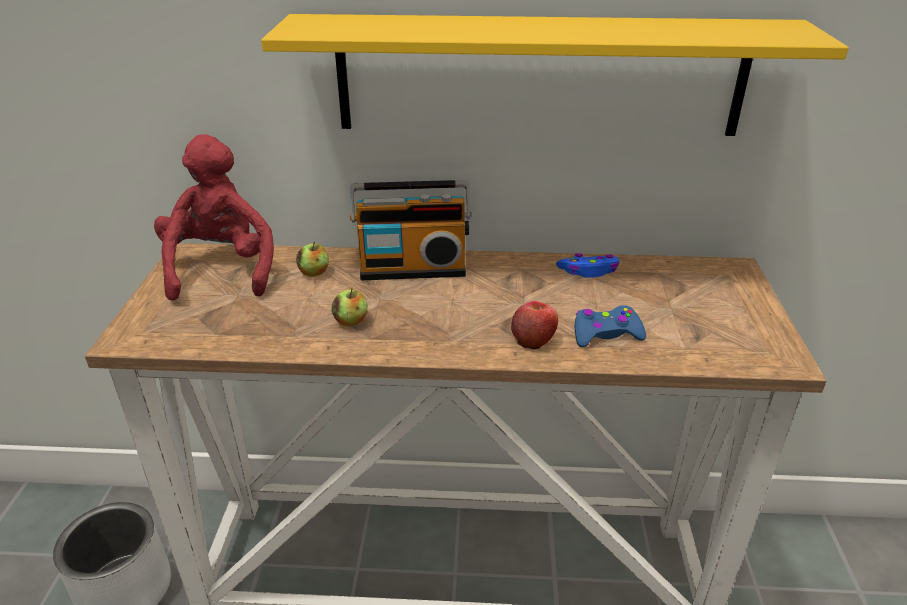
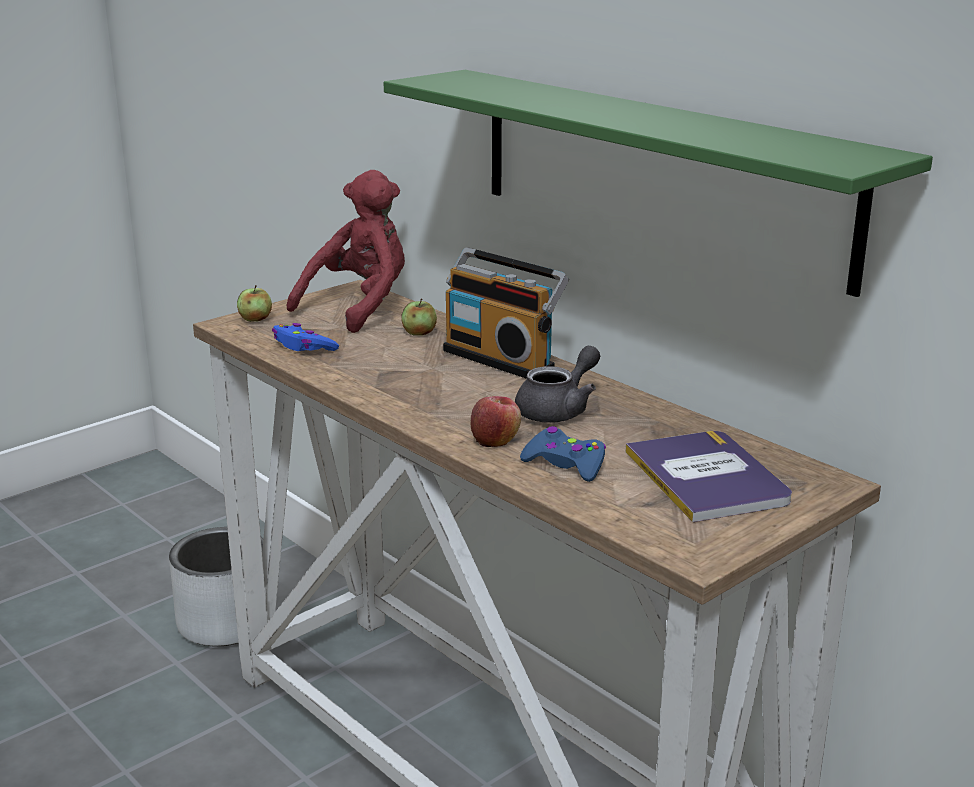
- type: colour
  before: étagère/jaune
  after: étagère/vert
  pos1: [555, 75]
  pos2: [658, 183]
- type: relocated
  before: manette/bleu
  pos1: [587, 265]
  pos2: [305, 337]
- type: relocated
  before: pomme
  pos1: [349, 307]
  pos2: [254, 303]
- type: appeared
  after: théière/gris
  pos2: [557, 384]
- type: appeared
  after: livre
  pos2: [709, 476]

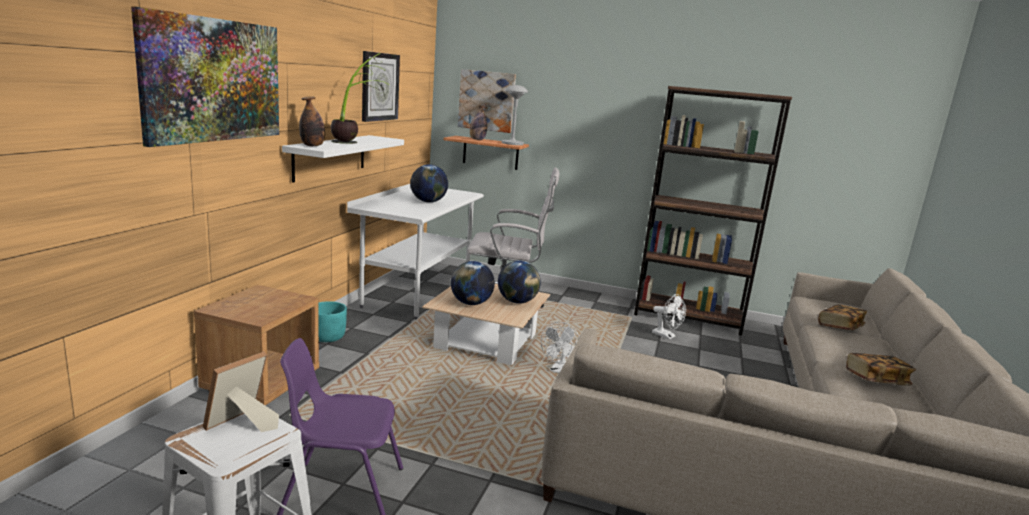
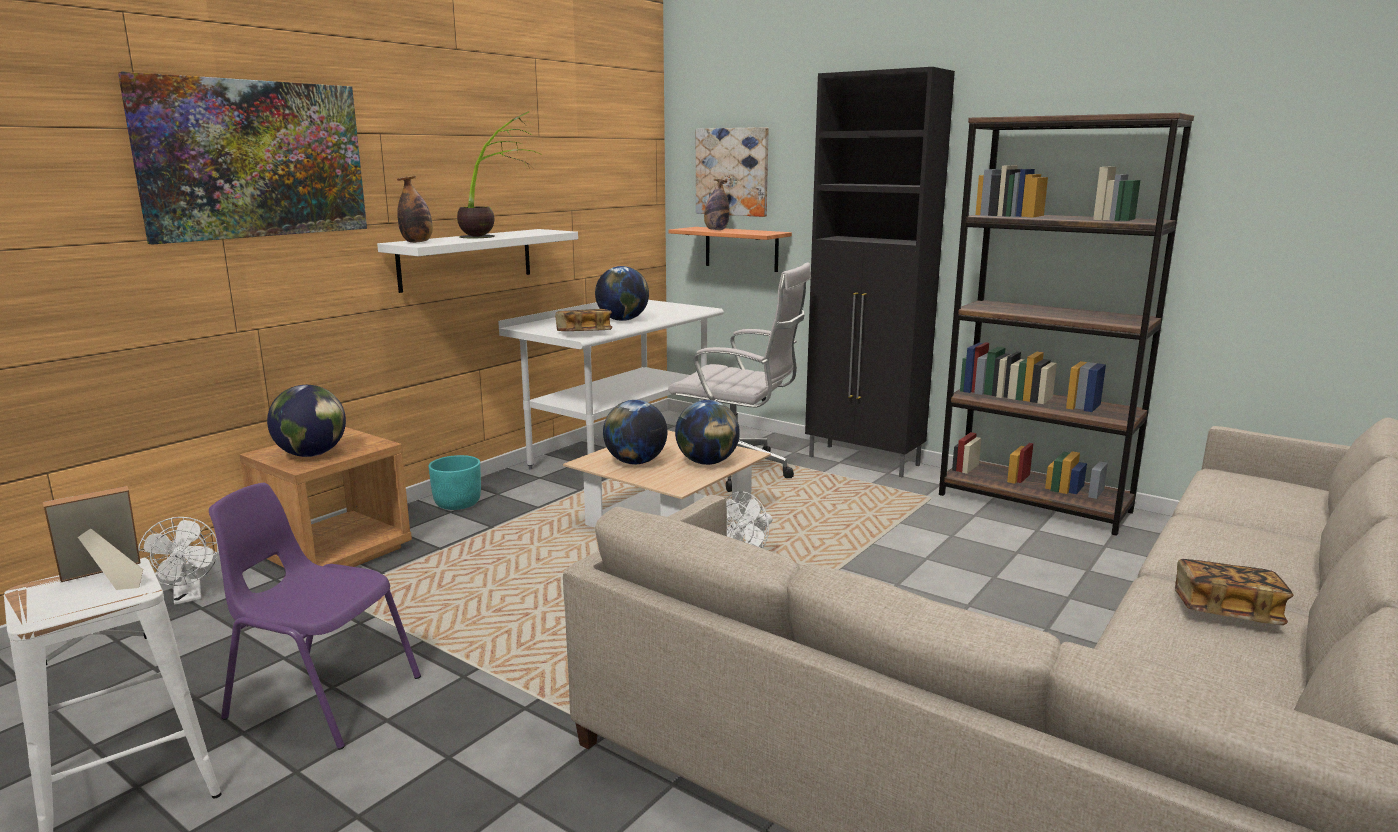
- type: missing
  before: horloge murale
  pos1: [381, 86]
- type: missing
  before: lampe de table/gris
  pos1: [514, 115]
- type: relocated
  before: ventilateur/blanc
  pos1: [669, 316]
  pos2: [178, 561]
- type: relocated
  before: livre
  pos1: [842, 317]
  pos2: [583, 320]
- type: appeared
  after: meuble de rangement/noir
  pos2: [880, 272]
- type: appeared
  after: globe
  pos2: [306, 421]

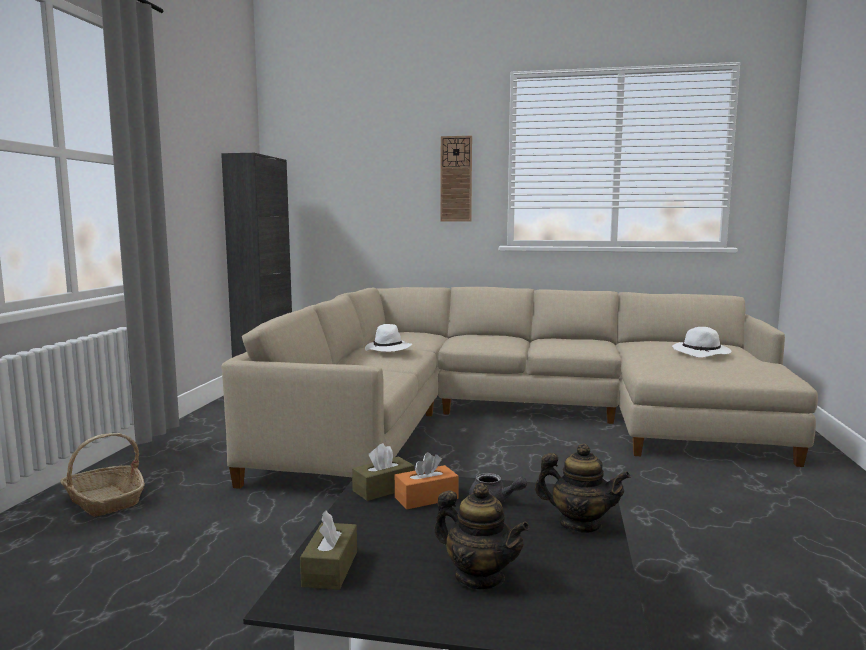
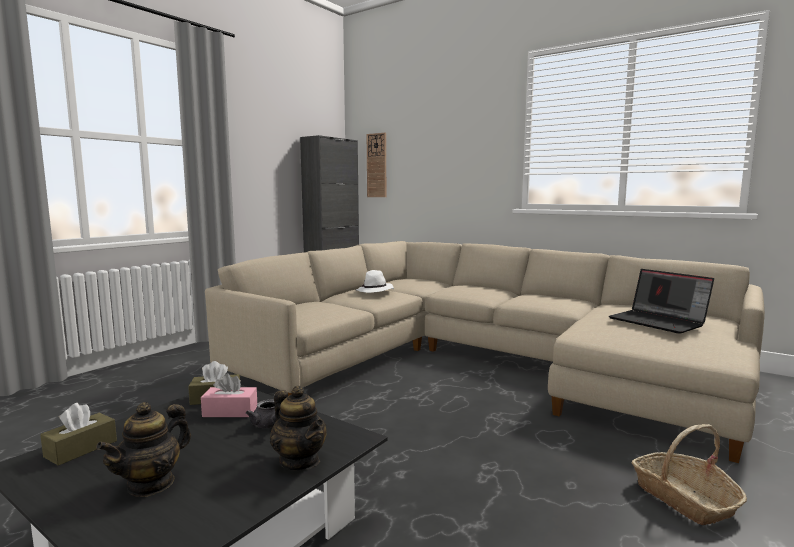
- type: relocated
  before: horloge murale
  pos1: [456, 179]
  pos2: [376, 165]
- type: exchanged
  before: chapeau/blanc
  after: ordinateur portable
  pos1: [702, 342]
  pos2: [661, 301]
- type: relocated
  before: panier
  pos1: [102, 475]
  pos2: [689, 474]
- type: colour
  before: boîte à mouchoirs/orange
  after: boîte à mouchoirs/rose
  pos1: [427, 480]
  pos2: [229, 395]
- type: spun
  before: théière
  pos1: [482, 536]
  pos2: [143, 449]
  turn: 60

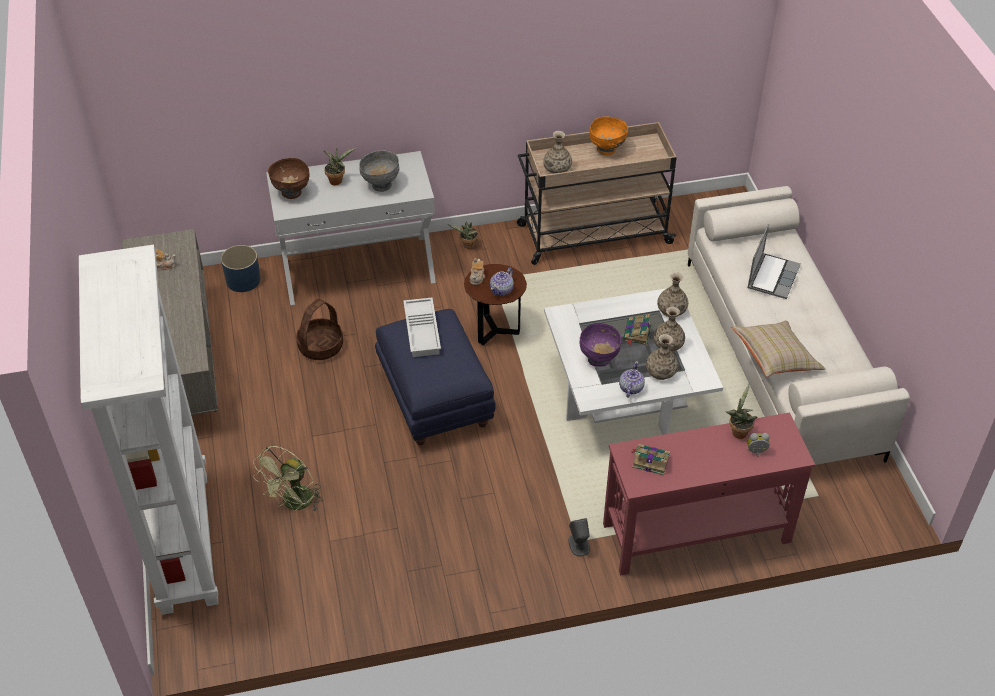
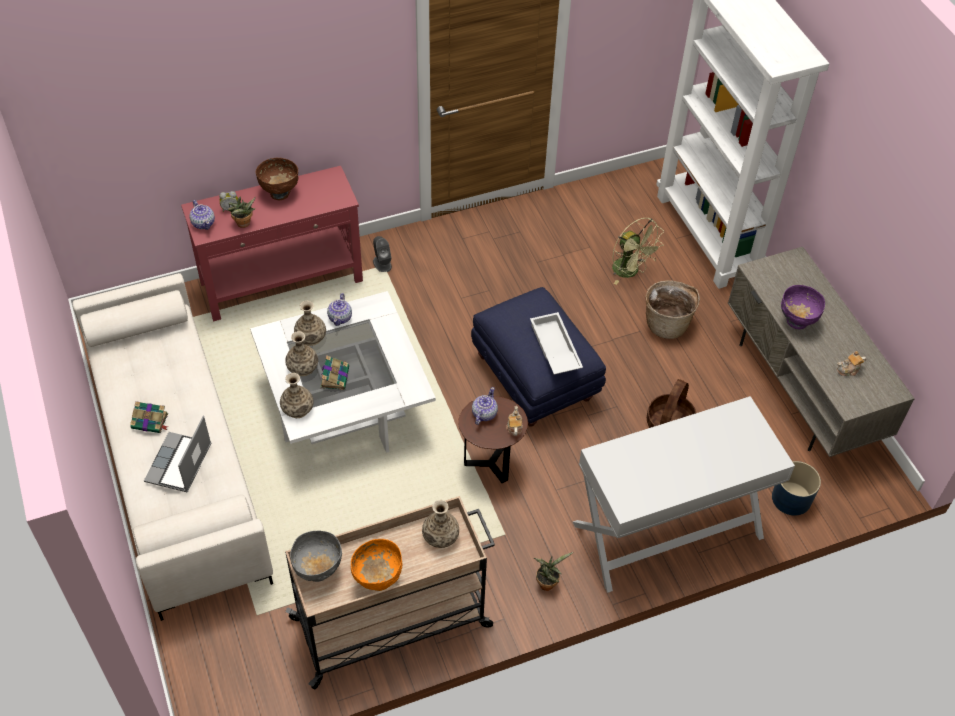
- type: missing
  before: plante en pot
  pos1: [339, 166]
- type: relocated
  before: bol/gris
  pos1: [379, 171]
  pos2: [316, 556]
- type: relocated
  before: bol/marron
  pos1: [288, 178]
  pos2: [276, 179]
- type: missing
  before: coussin/beige
  pos1: [778, 348]
- type: relocated
  before: bol/violet
  pos1: [600, 344]
  pos2: [803, 307]
- type: relocated
  before: livre
  pos1: [650, 460]
  pos2: [149, 417]
- type: spun
  before: ventilateur/vert
  pos1: [288, 478]
  pos2: [638, 251]
  turn: 120
- type: appeared
  after: théière
  pos2: [202, 215]
- type: appeared
  after: panier
  pos2: [673, 309]

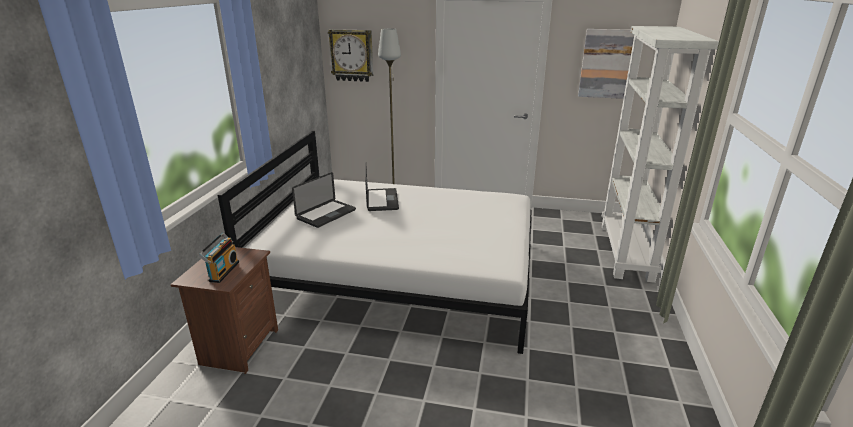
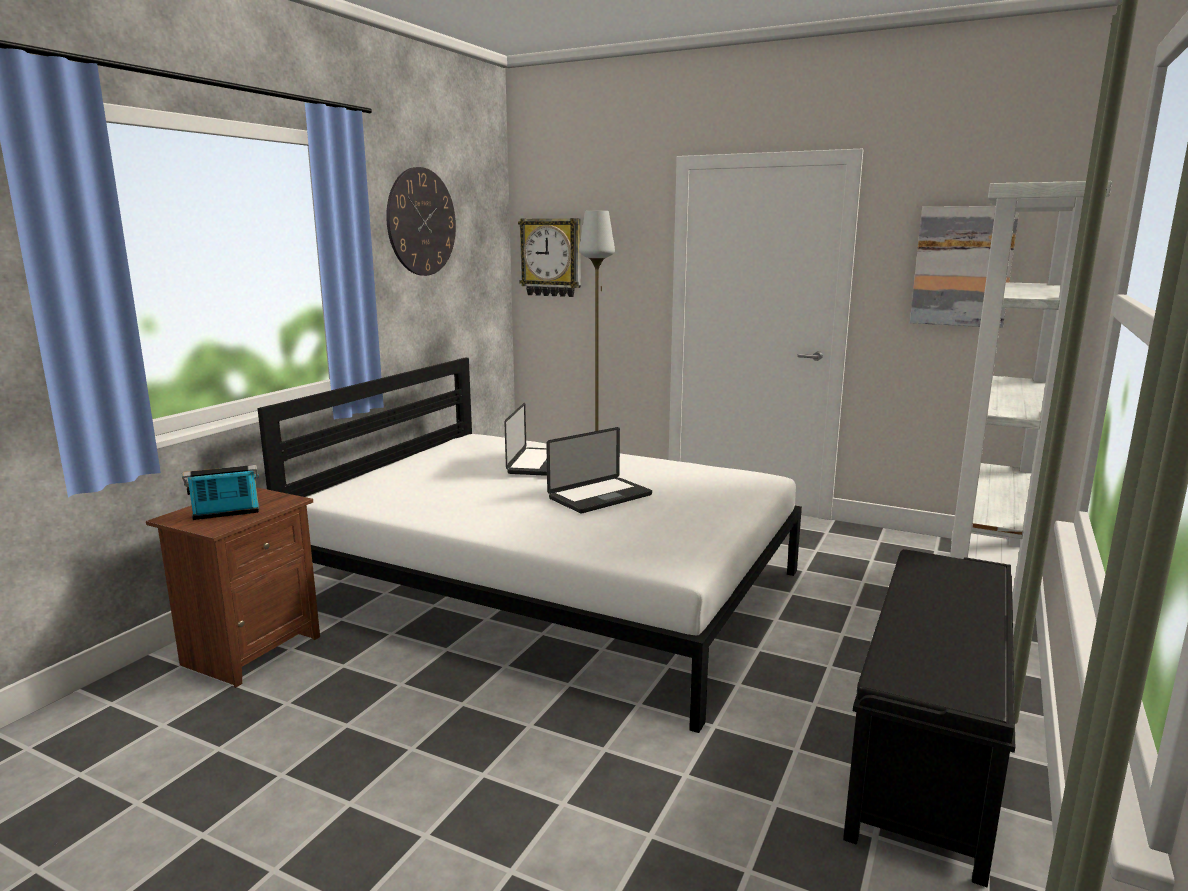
- type: relocated
  before: ordinateur portable
  pos1: [324, 200]
  pos2: [599, 470]
- type: spun
  before: radio
  pos1: [218, 258]
  pos2: [220, 492]
  turn: -135
- type: appeared
  after: horloge murale
  pos2: [421, 221]
- type: appeared
  after: banc/noir
  pos2: [929, 718]

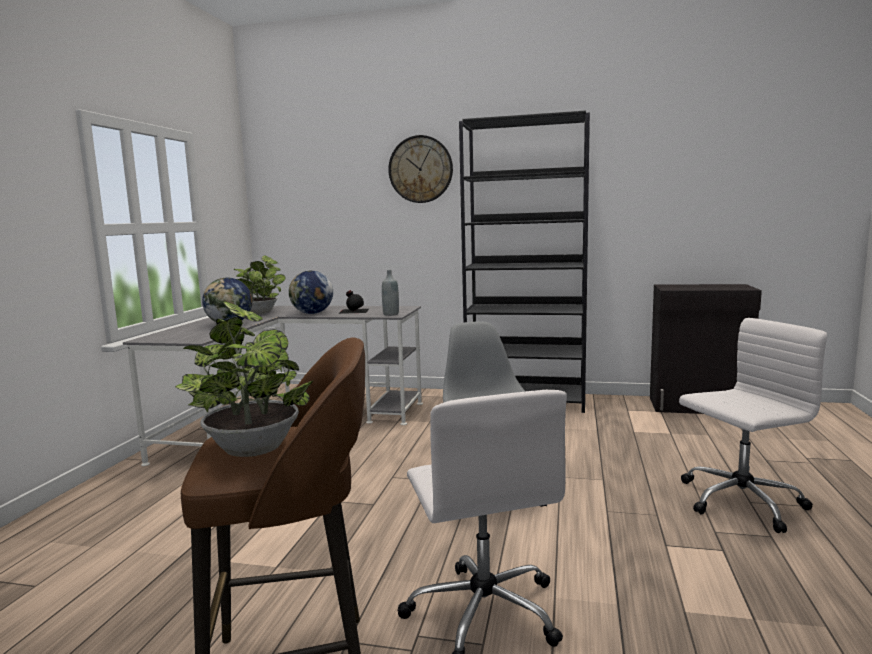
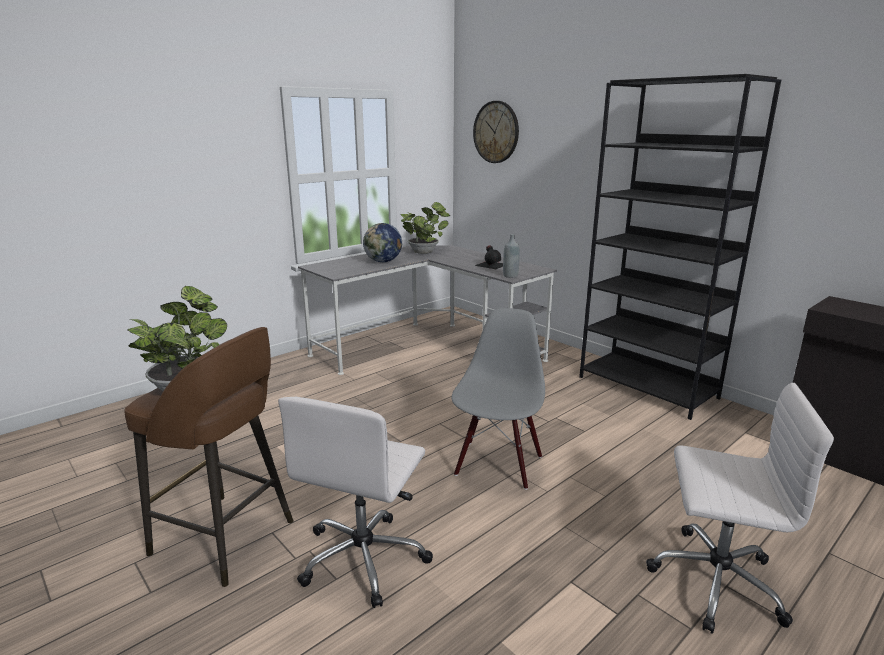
- type: relocated
  before: horloge murale
  pos1: [420, 169]
  pos2: [496, 132]
- type: missing
  before: globe
  pos1: [311, 292]

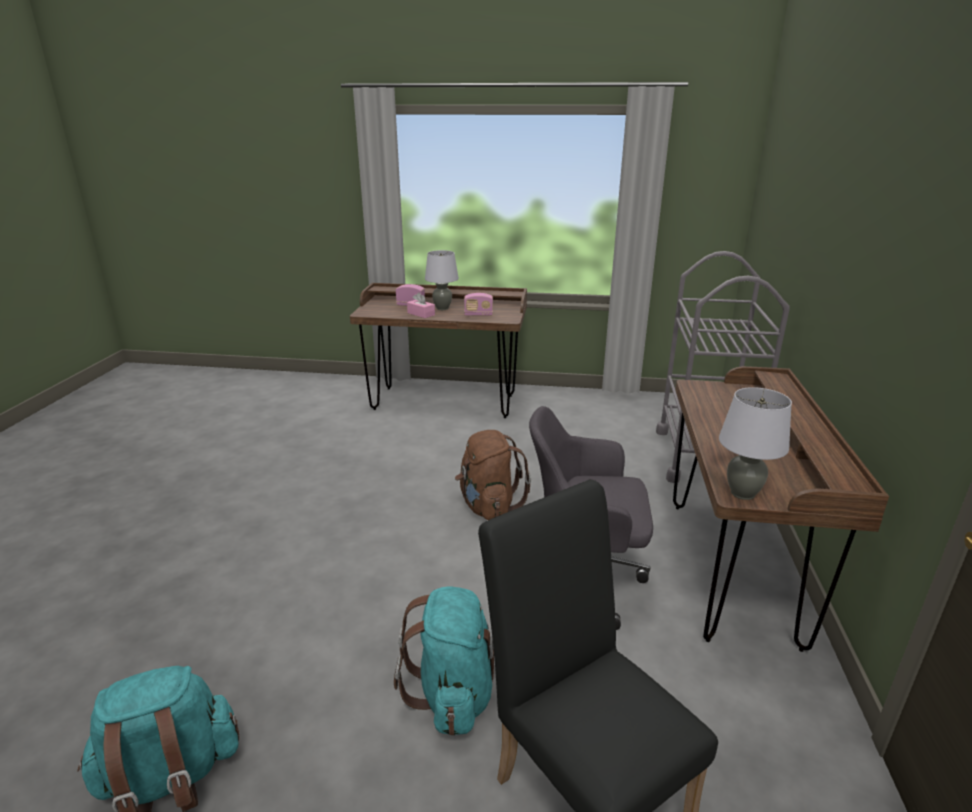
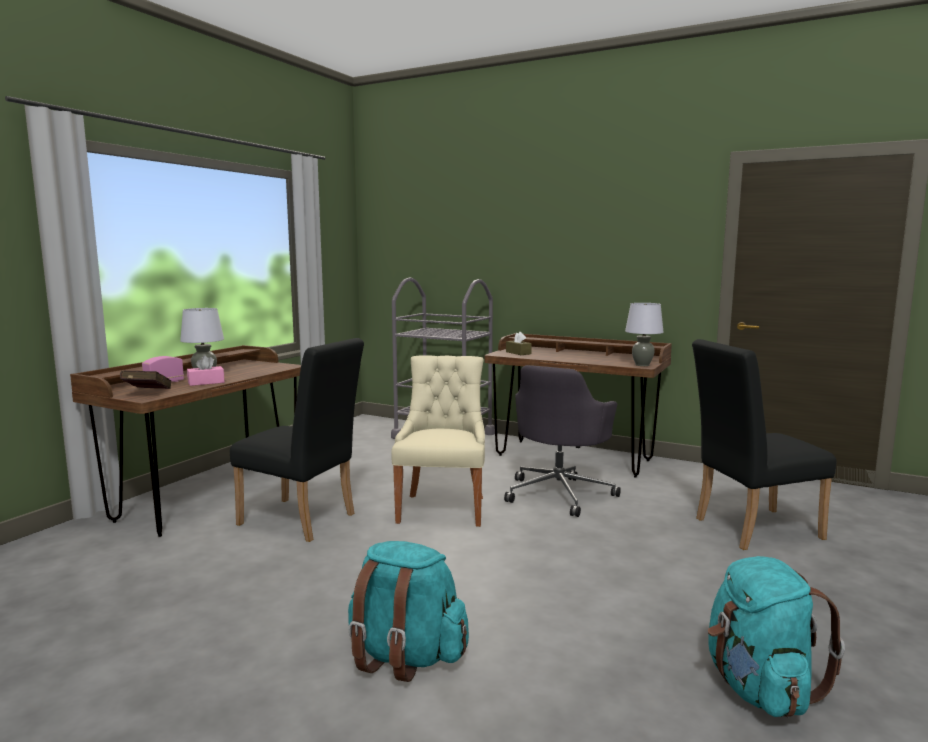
- type: missing
  before: radio
  pos1: [478, 304]
- type: exchanged
  before: sac à dos/marron
  after: chaise/beige
  pos1: [493, 475]
  pos2: [438, 441]
- type: relocated
  before: sac à dos/turquoise
  pos1: [444, 660]
  pos2: [408, 611]
- type: appeared
  after: boîte à mouchoirs/marron
  pos2: [519, 343]
- type: appeared
  after: chaise/noir
  pos2: [297, 440]
- type: appeared
  after: livre/rouge
  pos2: [145, 380]

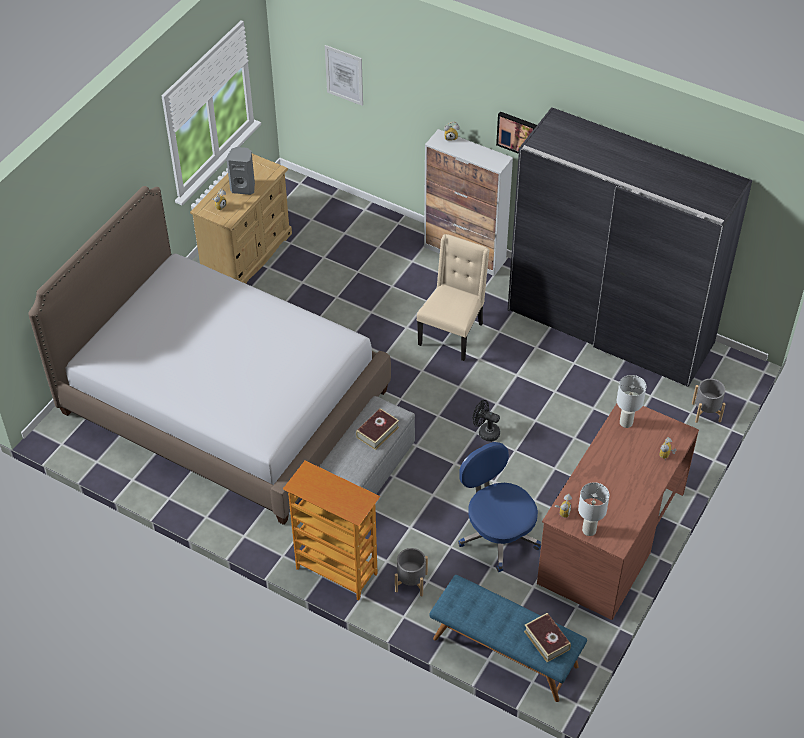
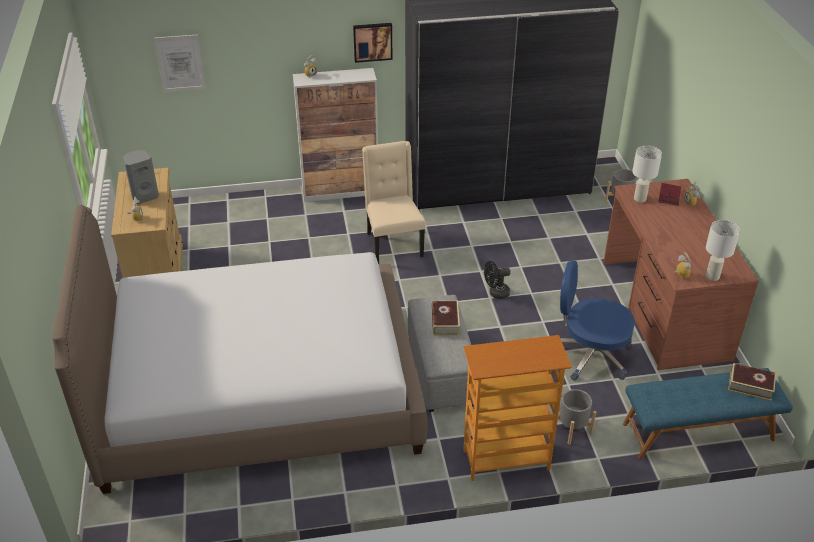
- type: appeared
  after: livre/rouge
  pos2: [669, 194]

